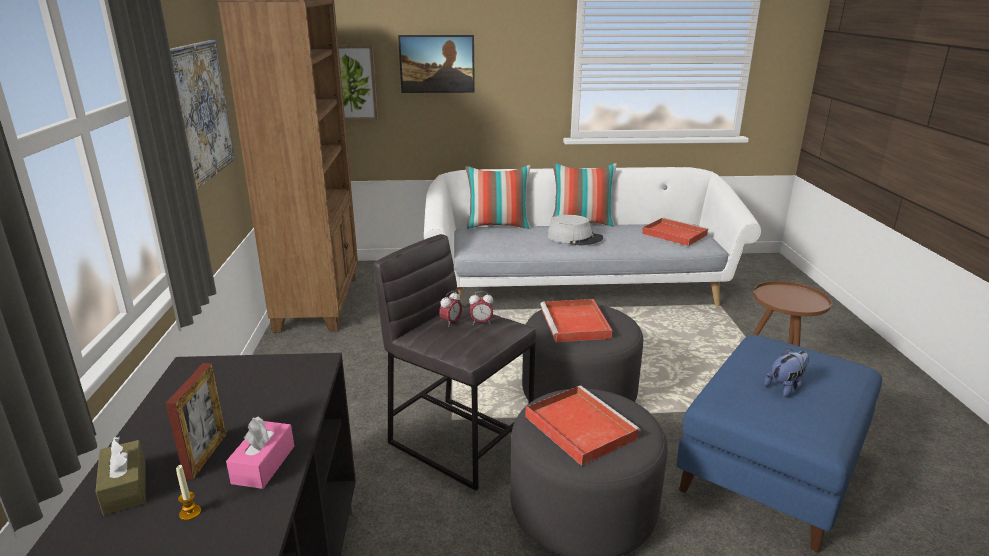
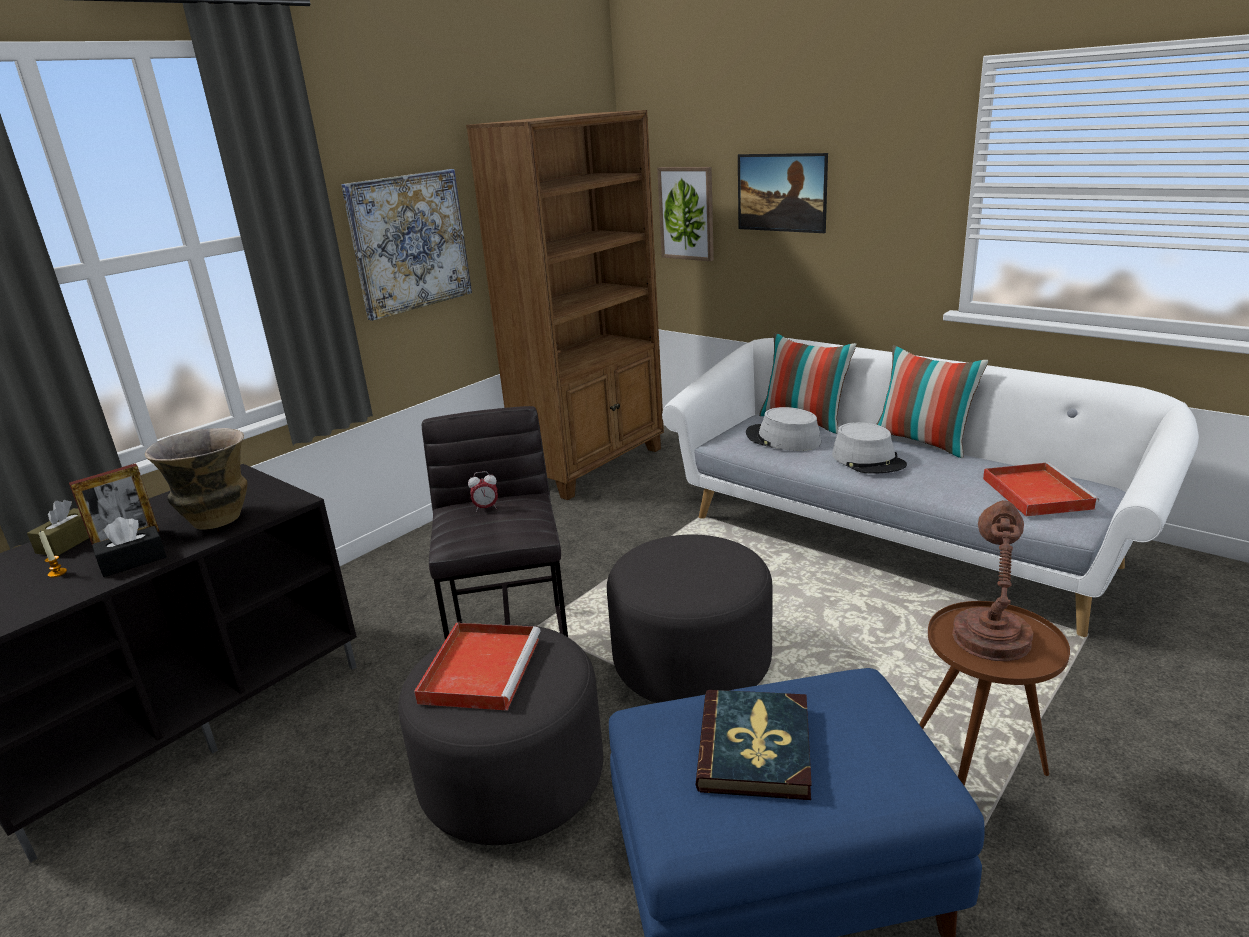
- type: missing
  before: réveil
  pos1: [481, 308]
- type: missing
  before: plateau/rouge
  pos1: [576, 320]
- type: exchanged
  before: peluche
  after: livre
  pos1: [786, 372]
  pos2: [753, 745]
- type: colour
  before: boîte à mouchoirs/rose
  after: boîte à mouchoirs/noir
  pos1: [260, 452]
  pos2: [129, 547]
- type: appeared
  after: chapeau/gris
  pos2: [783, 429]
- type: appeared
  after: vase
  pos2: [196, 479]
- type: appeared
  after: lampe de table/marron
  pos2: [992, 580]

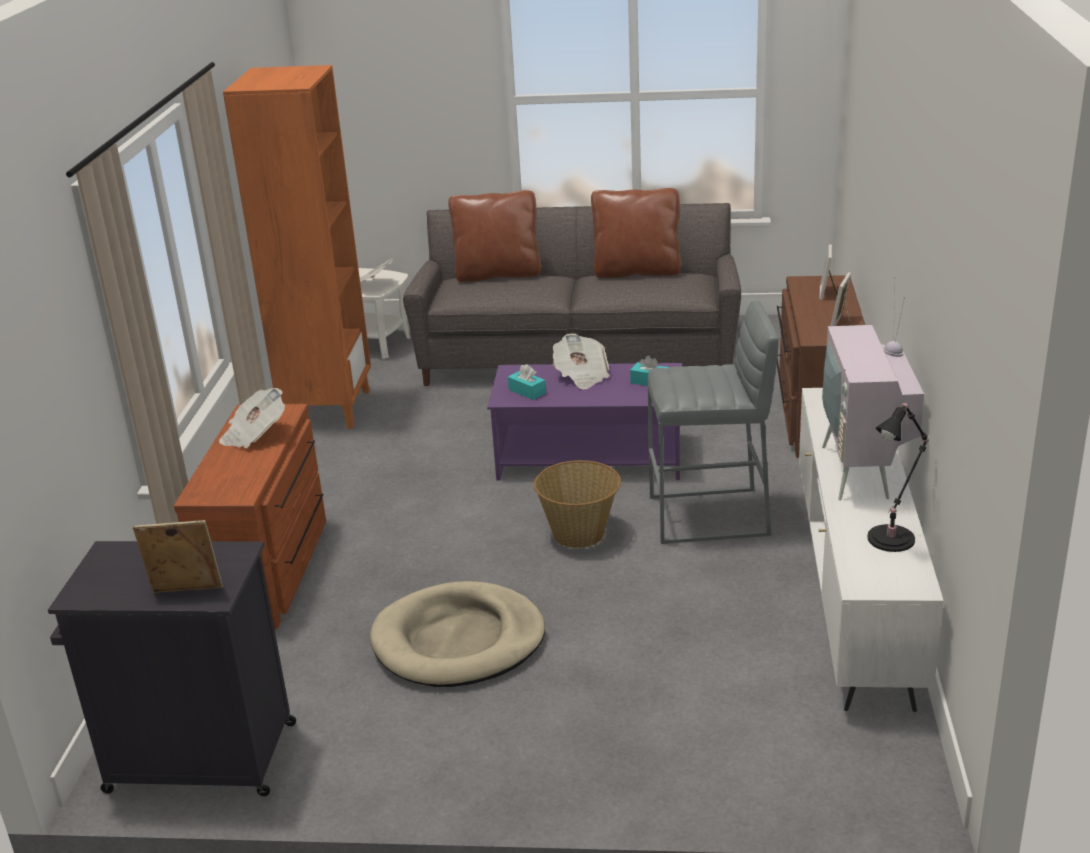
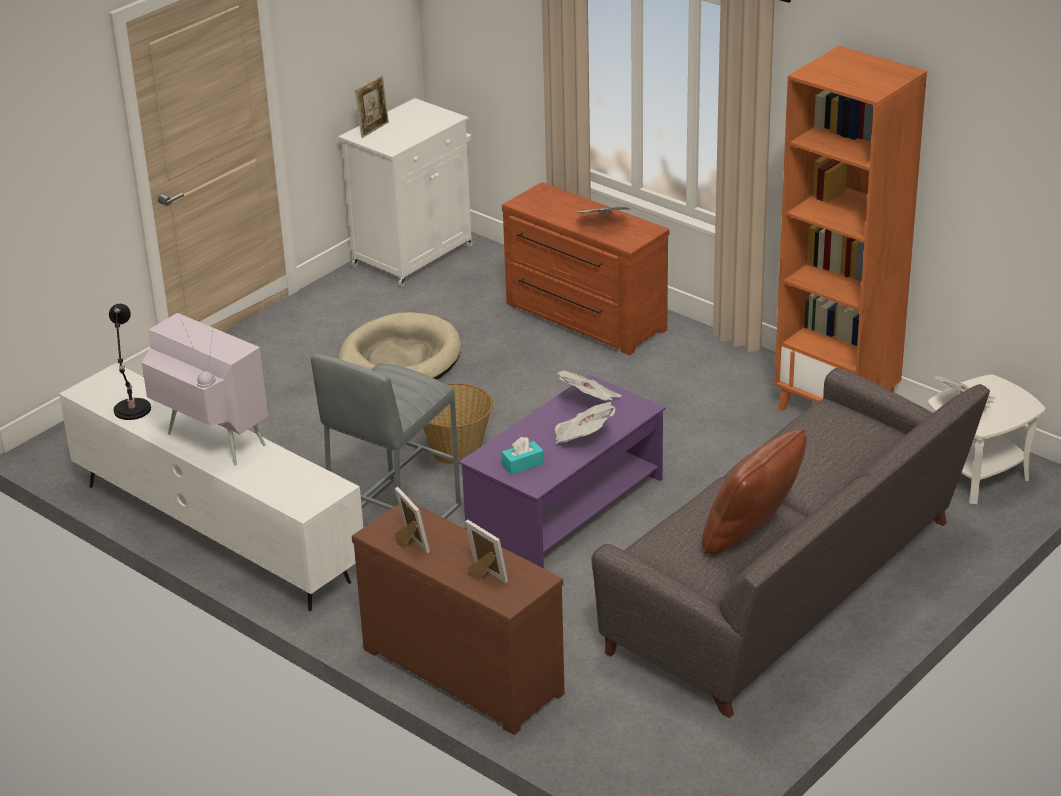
- type: missing
  before: coussin/marron
  pos1: [494, 236]
- type: exchanged
  before: boîte à mouchoirs/turquoise
  after: journal
  pos1: [527, 382]
  pos2: [590, 386]
- type: colour
  before: meuble de rangement/noir
  after: meuble de rangement/blanc
  pos1: [172, 668]
  pos2: [405, 192]

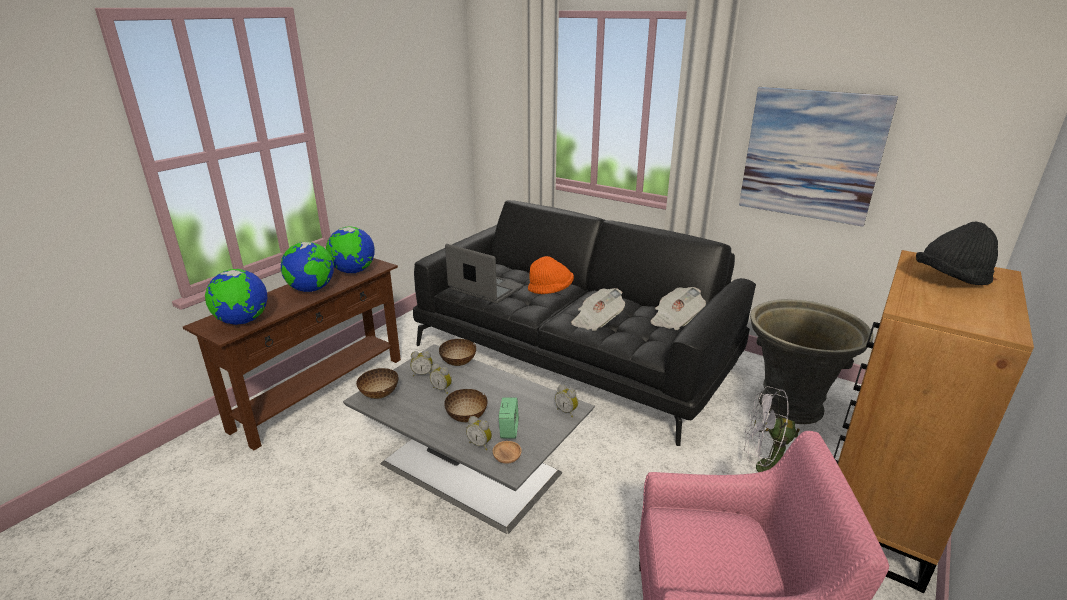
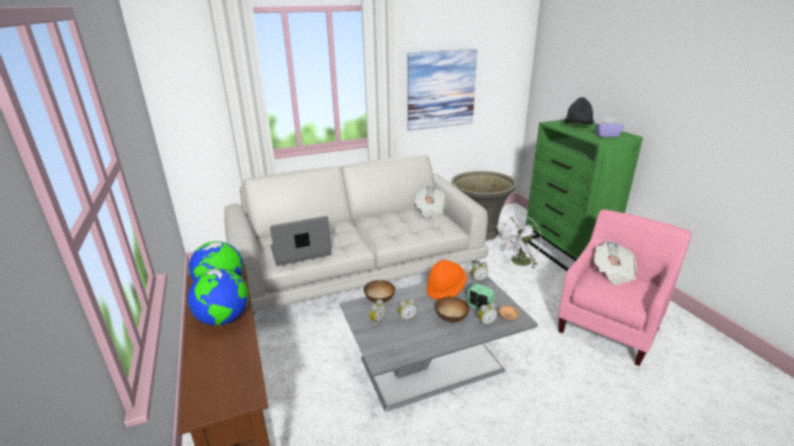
- type: colour
  before: canapé/noir
  after: canapé/blanc
  pos1: [584, 323]
  pos2: [356, 235]
- type: colour
  before: commode/marron
  after: commode/vert
  pos1: [934, 421]
  pos2: [584, 195]
- type: relocated
  before: chapeau/orange
  pos1: [551, 275]
  pos2: [447, 280]
- type: missing
  before: globe
  pos1: [236, 297]
- type: relocated
  before: journal
  pos1: [598, 309]
  pos2: [615, 263]
- type: missing
  before: bol
  pos1: [377, 383]
- type: appeared
  after: boîte à mouchoirs/violet
  pos2: [609, 127]

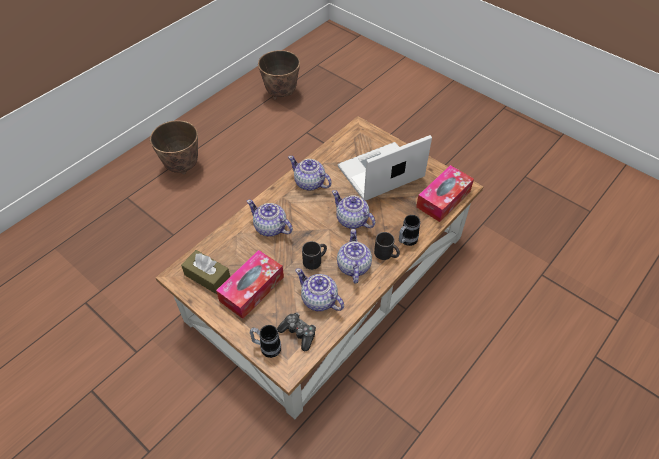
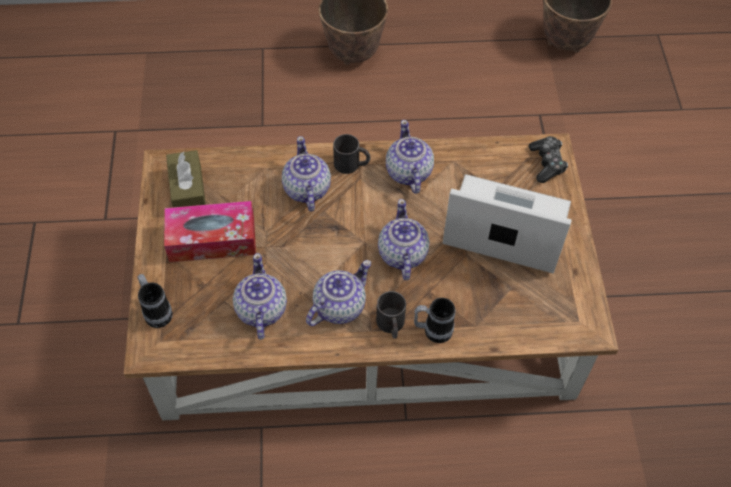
- type: missing
  before: boîte à mouchoirs
  pos1: [445, 193]
- type: relocated
  before: mug/noir
  pos1: [314, 255]
  pos2: [351, 154]
- type: relocated
  before: manette
  pos1: [296, 332]
  pos2: [548, 159]

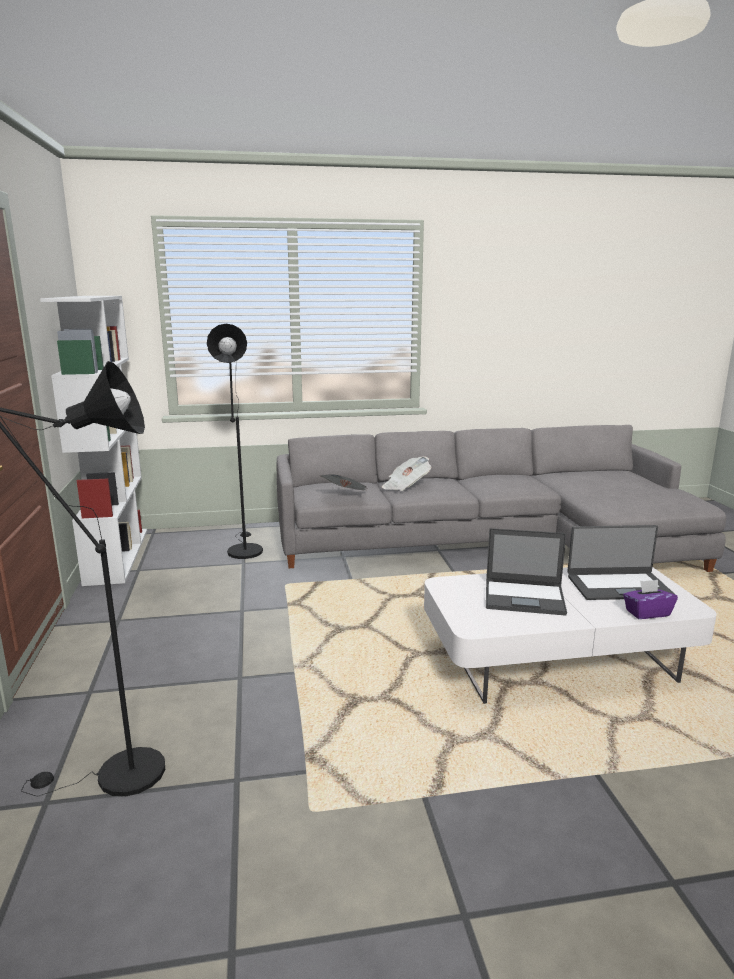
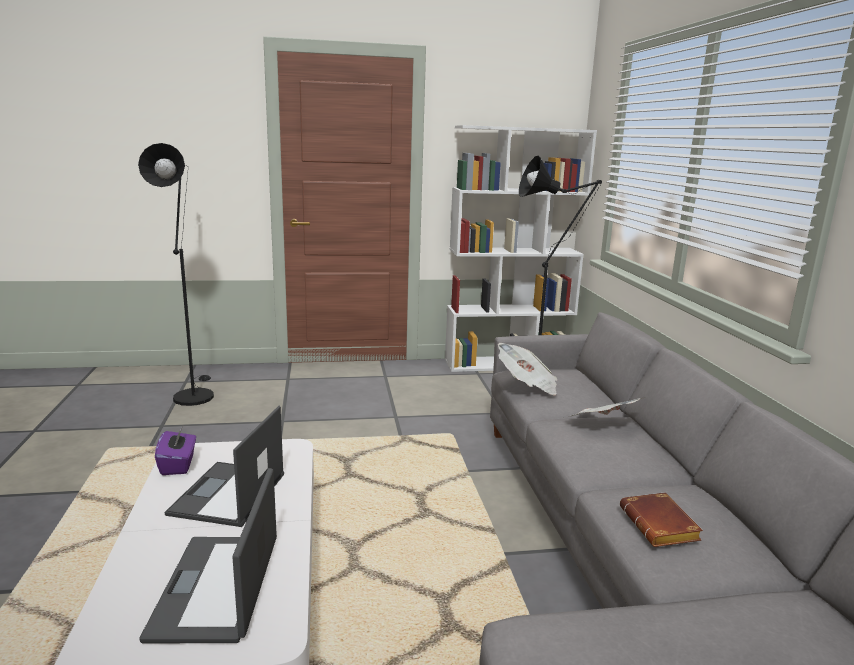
- type: relocated
  before: boîte à mouchoirs/violet
  pos1: [650, 599]
  pos2: [175, 450]
- type: appeared
  after: livre/marron
  pos2: [661, 519]

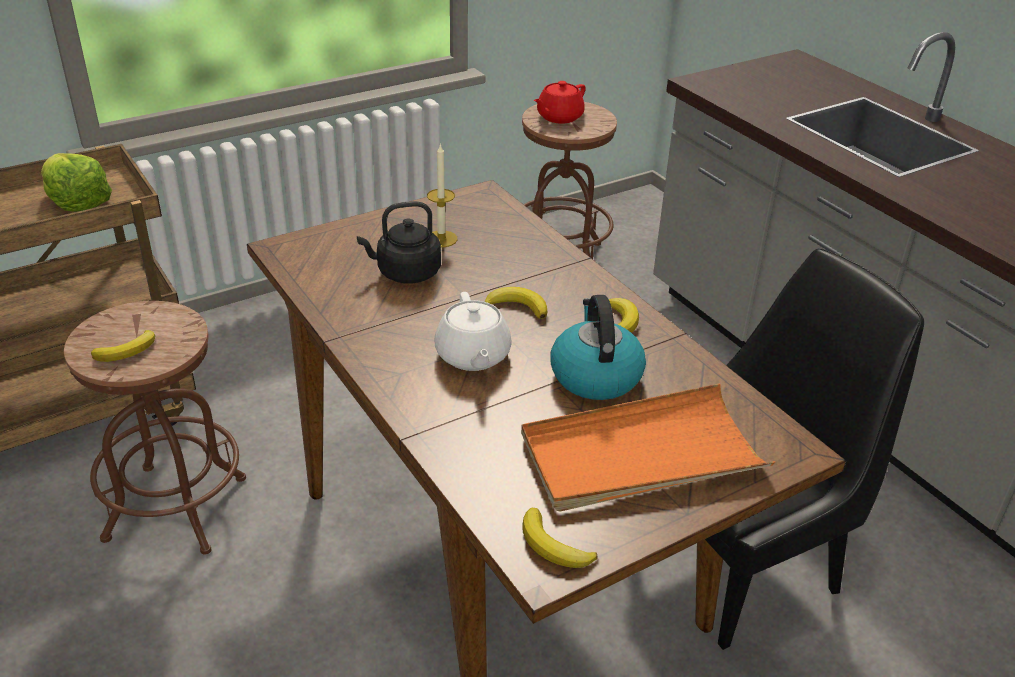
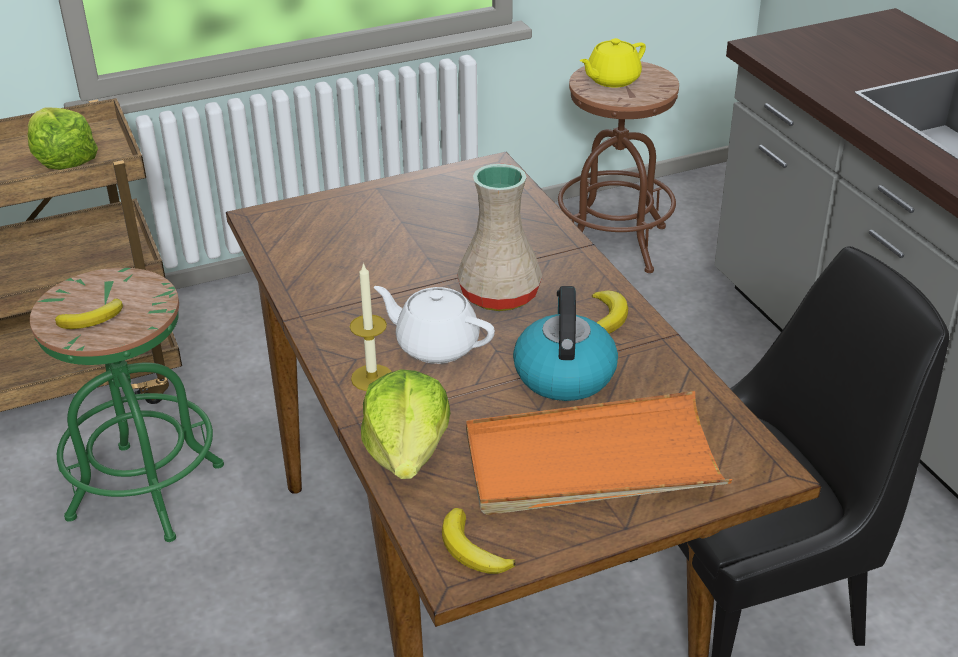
- type: colour
  before: théière/rouge
  after: théière/jaune
  pos1: [560, 102]
  pos2: [613, 63]
- type: relocated
  before: bougie
  pos1: [442, 195]
  pos2: [371, 326]
- type: missing
  before: bouilloire/noir
  pos1: [399, 242]
- type: exchanged
  before: banane
  after: vase/beige
  pos1: [516, 303]
  pos2: [499, 237]
- type: spun
  before: théière/blanc
  pos1: [473, 331]
  pos2: [434, 325]
  turn: 120
- type: colour
  before: tabouret/marron
  after: tabouret/vert
  pos1: [155, 428]
  pos2: [127, 405]
- type: appeared
  after: laitue
  pos2: [405, 424]

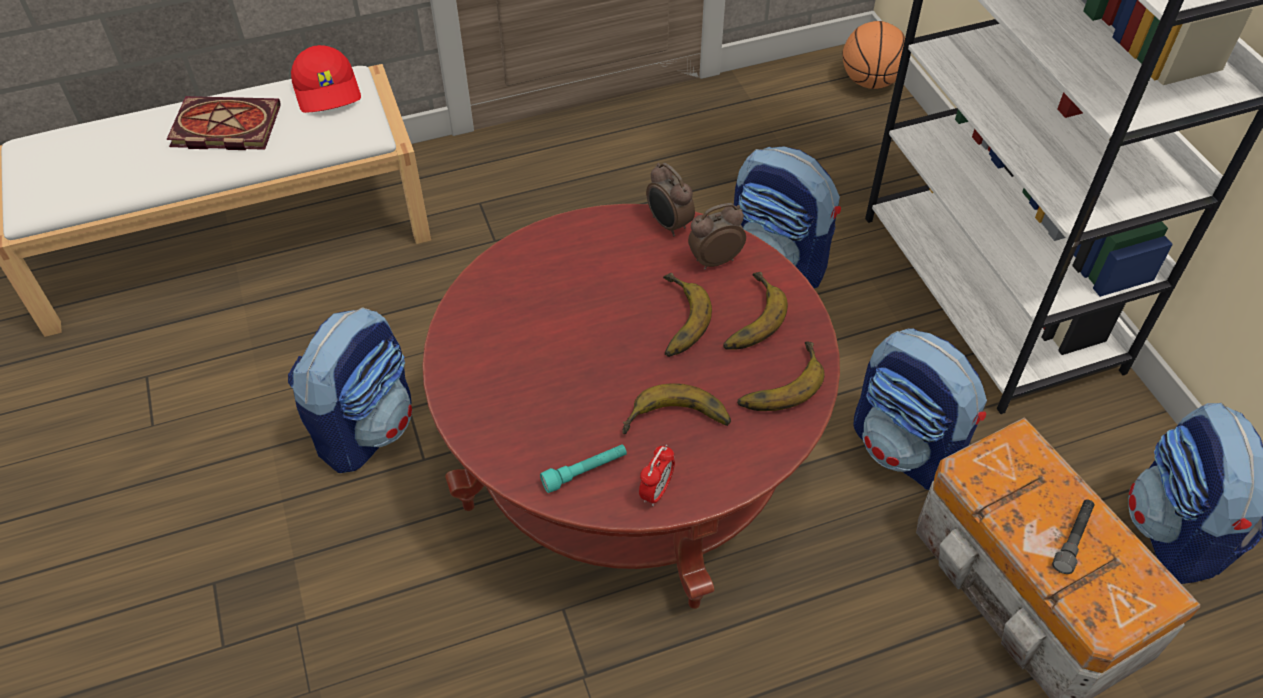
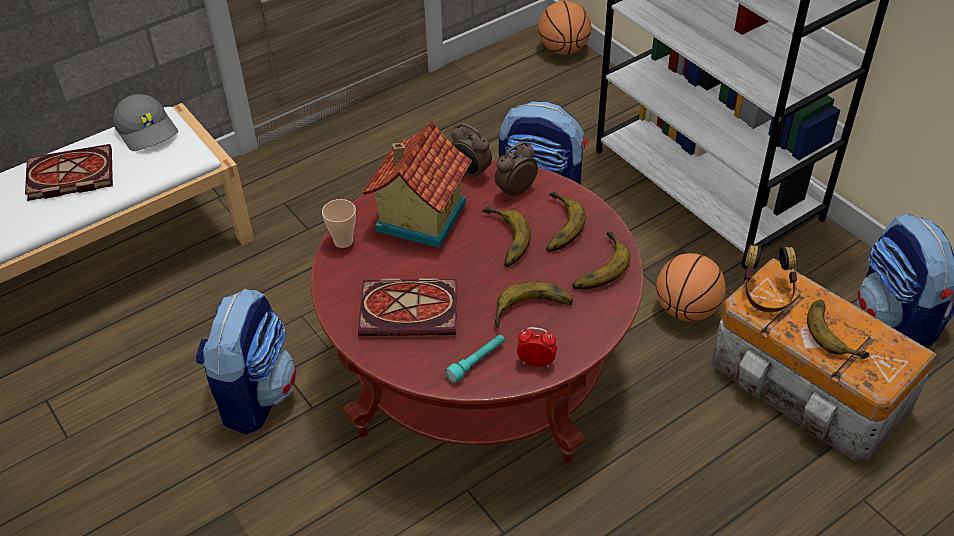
- type: colour
  before: casquette/rouge
  after: casquette/gris
  pos1: [326, 79]
  pos2: [145, 122]
- type: exchanged
  before: sac à dos
  after: ballon de basket
  pos1: [920, 409]
  pos2: [691, 287]
- type: spun
  before: réveil
  pos1: [657, 475]
  pos2: [537, 347]
  turn: -90
- type: exchanged
  before: lampe de poche/gris
  after: banane
  pos1: [1073, 537]
  pos2: [838, 329]
- type: appeared
  after: maison miniature
  pos2: [417, 184]
- type: appeared
  after: tasse
  pos2: [339, 223]
- type: appeared
  after: casque audio
  pos2: [770, 278]
- type: appeared
  after: livre
  pos2: [407, 307]

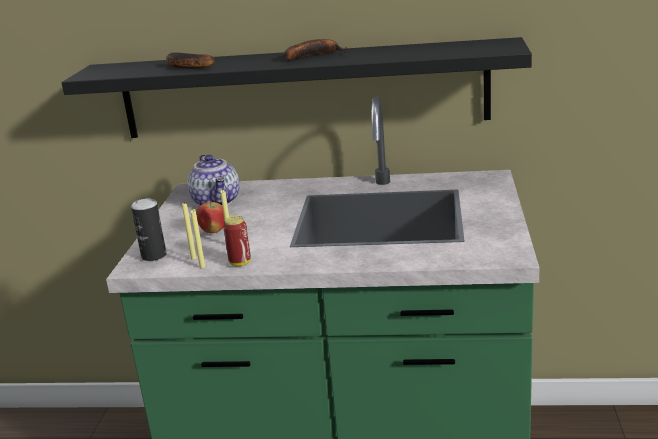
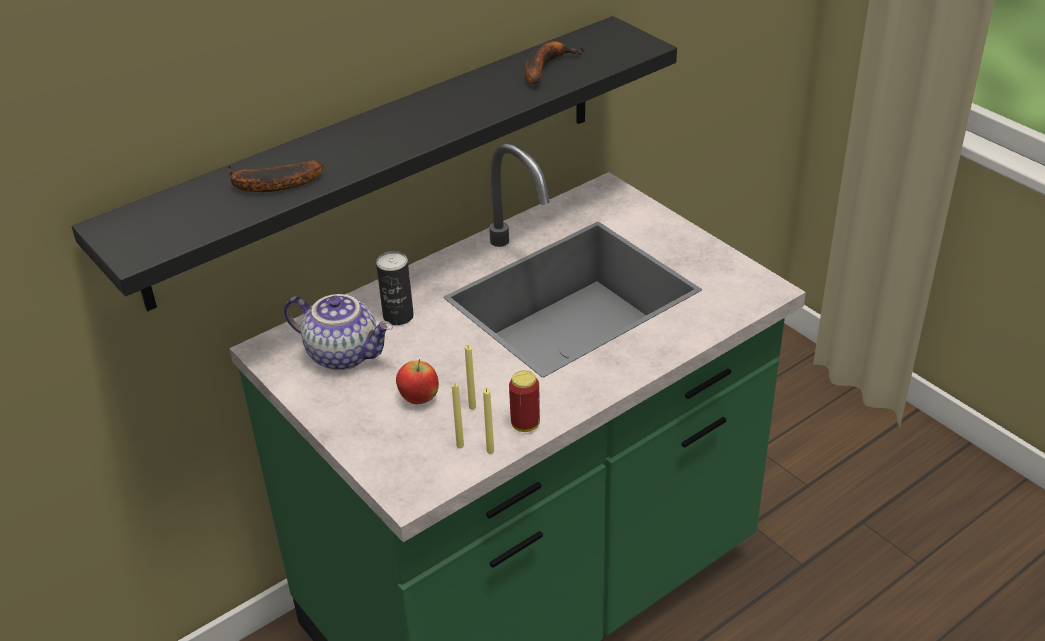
- type: relocated
  before: banane
  pos1: [315, 49]
  pos2: [555, 63]
- type: relocated
  before: boîte métallique
  pos1: [149, 230]
  pos2: [395, 288]

